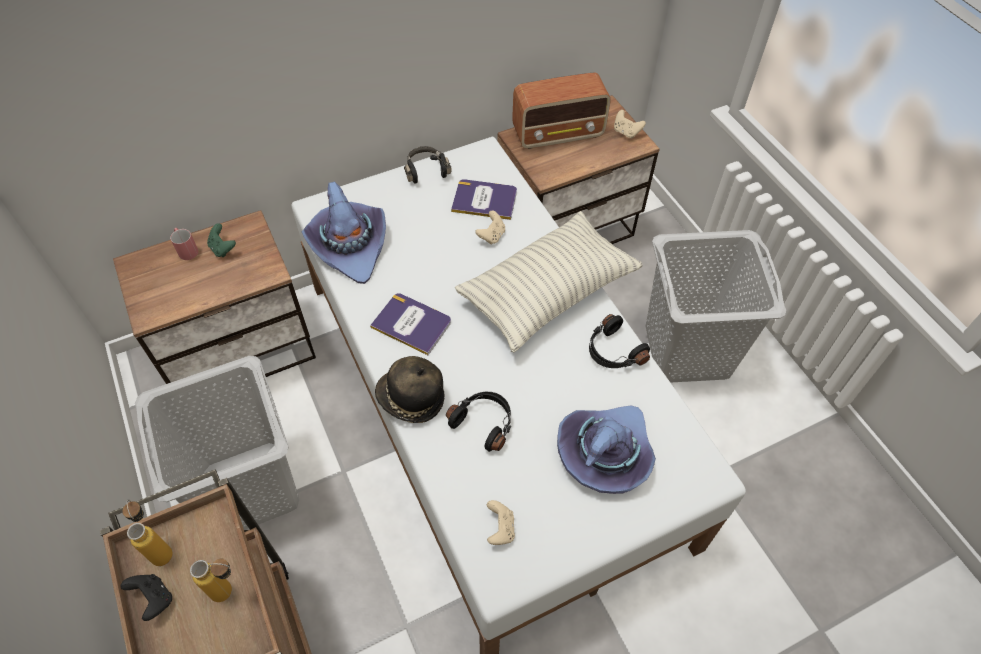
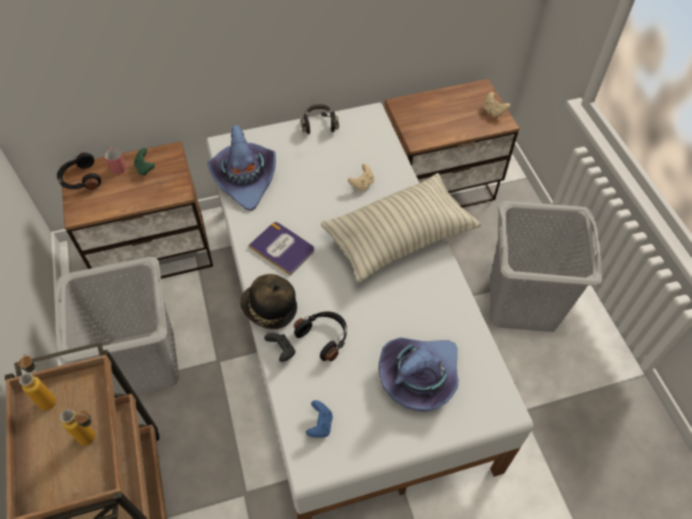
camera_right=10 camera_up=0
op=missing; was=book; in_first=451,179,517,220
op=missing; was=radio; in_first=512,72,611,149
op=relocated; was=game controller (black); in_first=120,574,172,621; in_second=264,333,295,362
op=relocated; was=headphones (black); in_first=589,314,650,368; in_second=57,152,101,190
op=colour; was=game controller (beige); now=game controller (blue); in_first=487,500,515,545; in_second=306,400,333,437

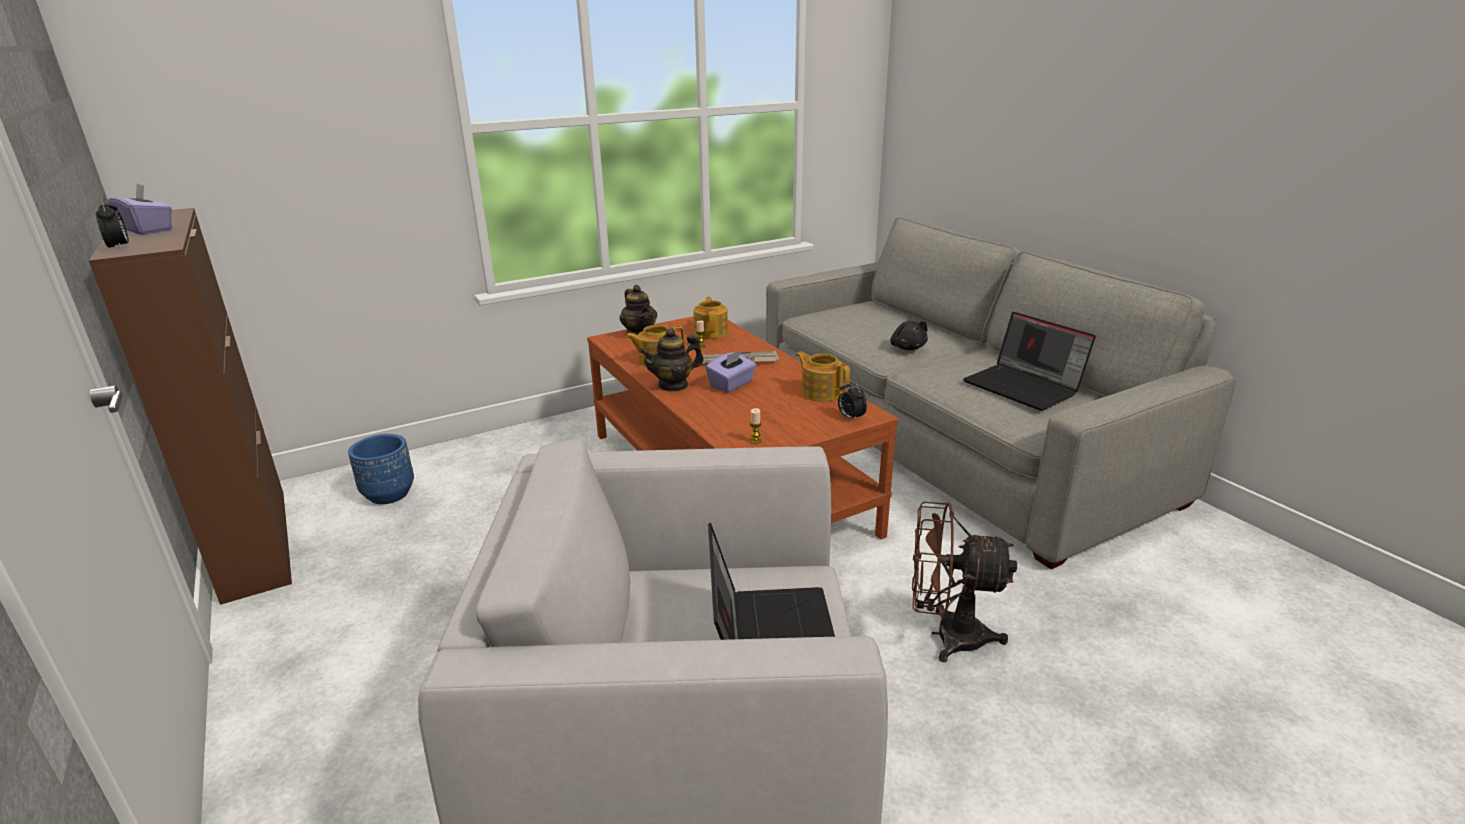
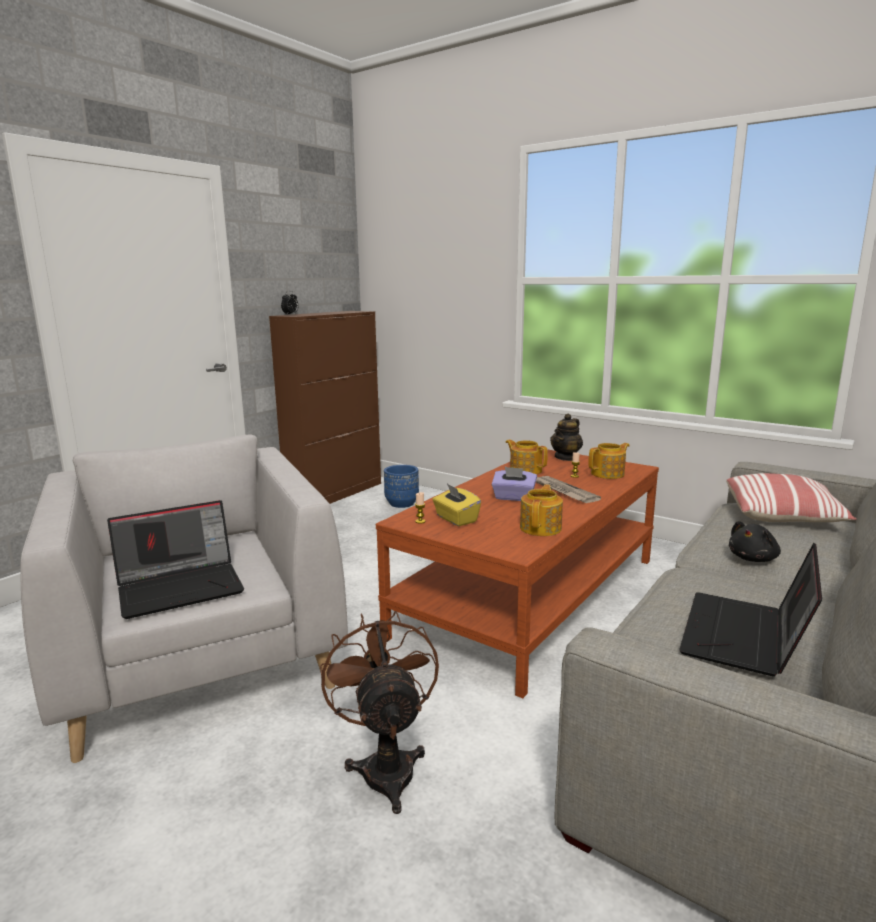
camera_right=65 camera_up=-10
op=missing; was=tissue box (purple); in_first=108,184,172,235
op=missing; was=teapot; in_first=640,328,704,392
op=missing; was=alarm clock; in_first=838,380,867,421
op=appeared; now=tissue box (yellow); in_second=432,484,481,526
op=appeared; now=pillow; in_second=726,473,857,522

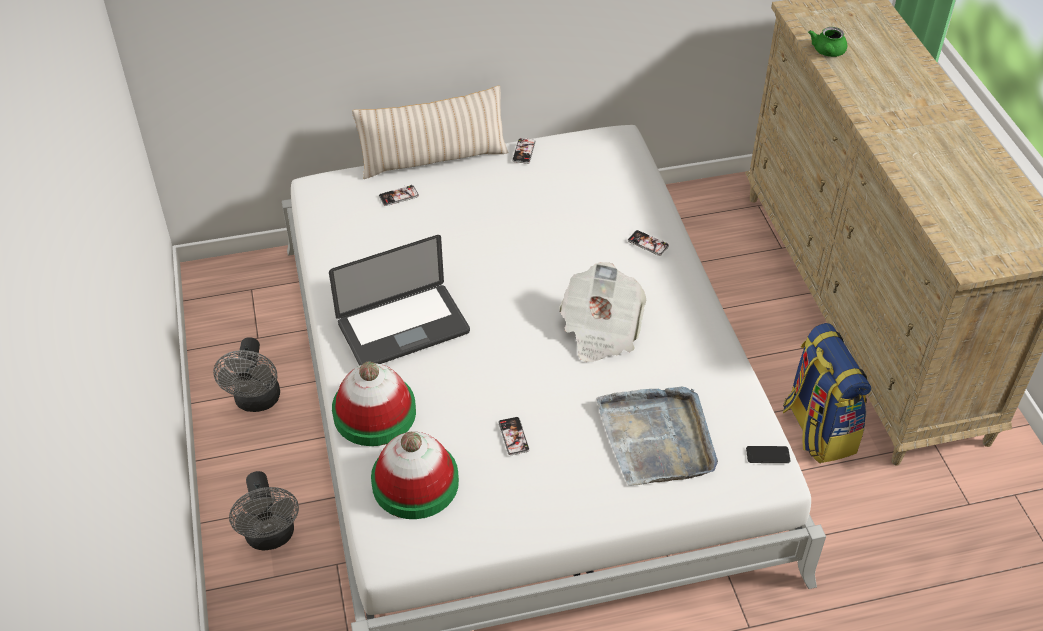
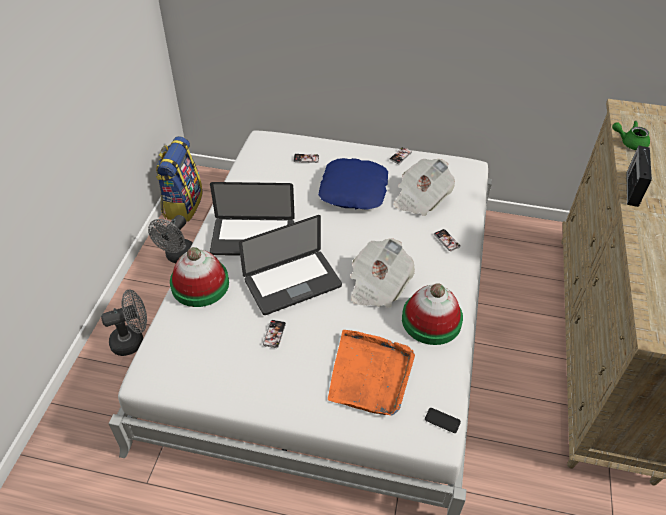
camera_right=25 camera_up=0
op=missing; was=pillow (beige); in_first=352,85,508,179
op=appeared; now=laptop; in_second=239,215,342,315
op=appeared; now=pillow (blue); in_second=318,158,388,210
op=appeared; now=newspaper; in_second=394,159,455,216
op=appeared; now=radio; in_second=626,145,652,207
op=relocated; was=hat; in_first=371,432,459,519; in_second=402,283,463,345
op=relocated; was=backpack; in_first=783,323,871,464; in_second=156,136,203,222
op=colour; was=tray (grey); now=tray (orange); in_first=596,387,718,486; in_second=328,330,415,416
op=spun; was=fan (grey); in_first=229,471,299,551; in_second=101,290,147,356; clockwise=-120
op=spun; was=teapot (green); in_first=808,27,847,57; in_second=612,121,650,150; clockwise=60

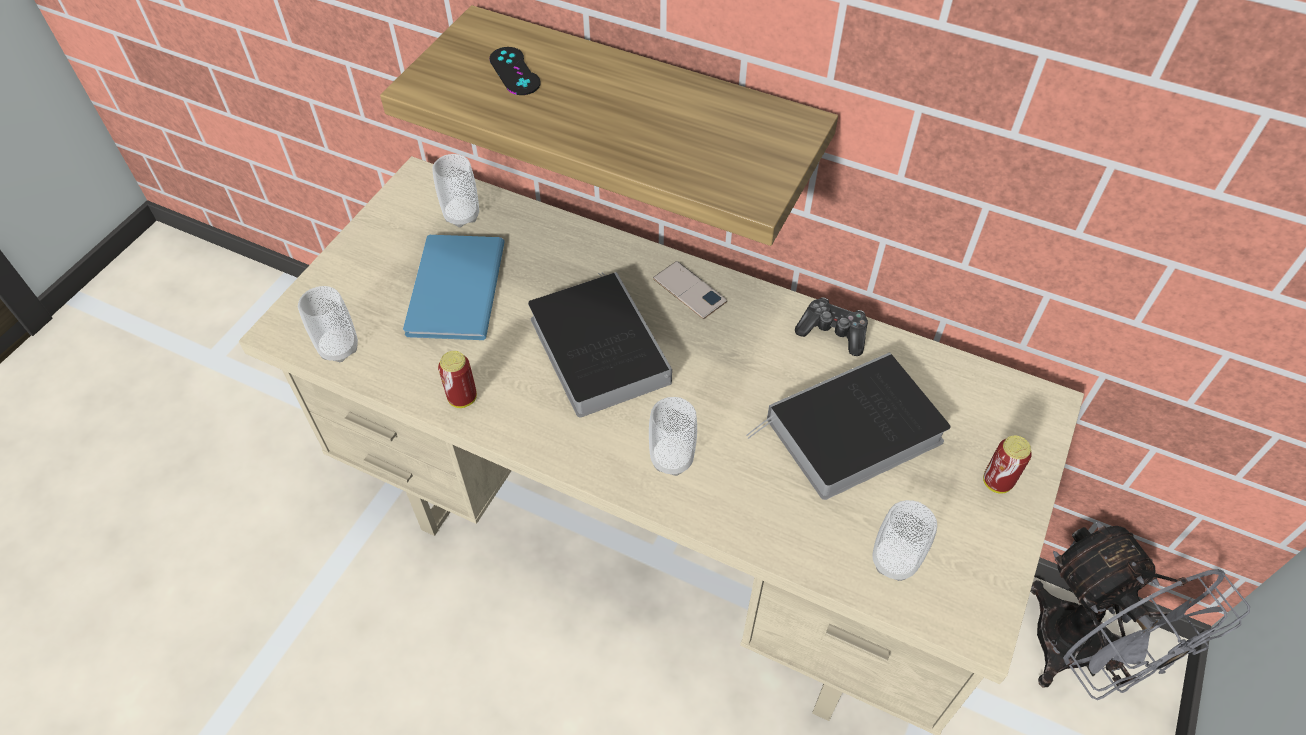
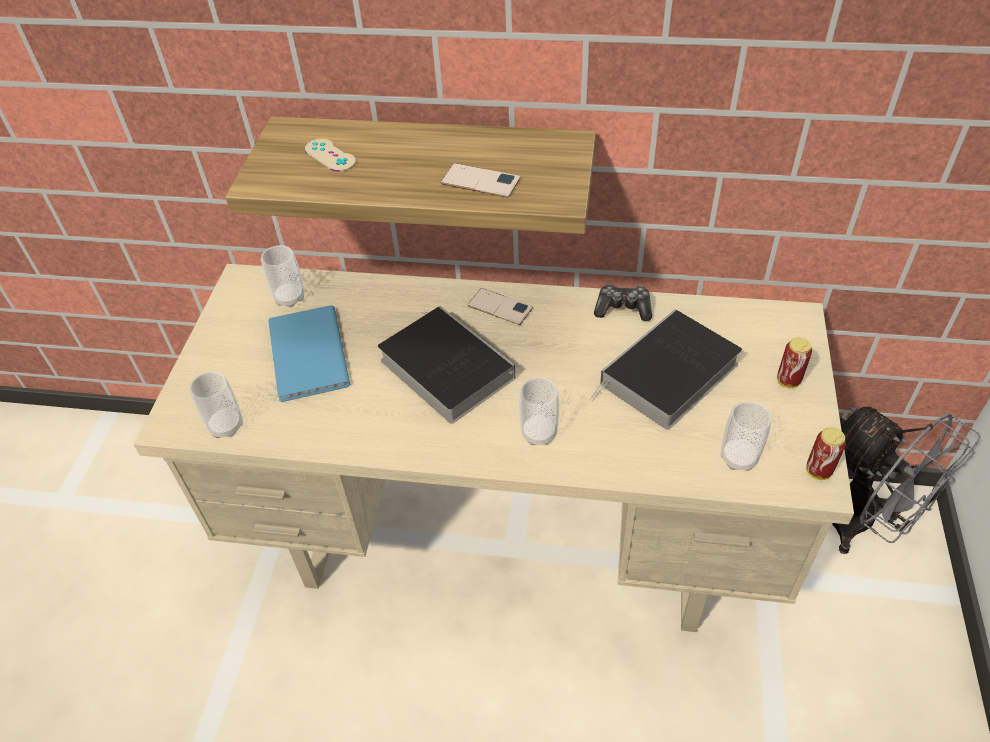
camera_right=-15 camera_up=-5
op=appeared; now=phone; in_second=441,163,521,197
op=relocated; was=can; in_first=438,351,477,408; in_second=806,427,846,480
op=colour; was=game controller (black); now=game controller (beige); in_first=489,47,541,95; in_second=305,139,356,172

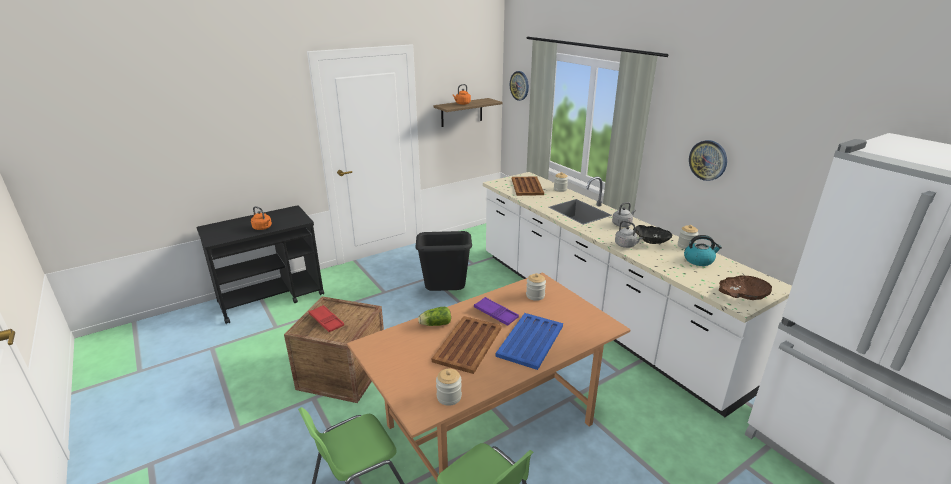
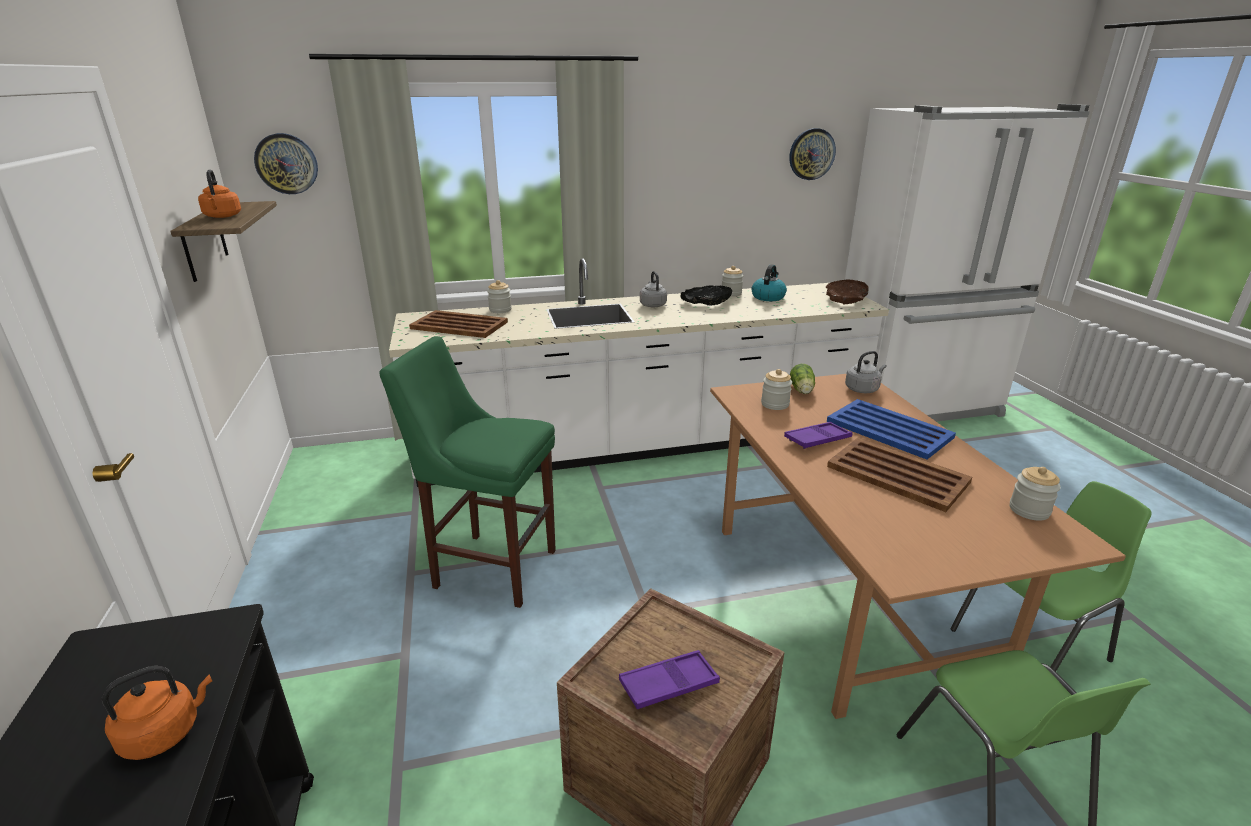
camera_right=-70 camera_up=0
op=relocated; was=lettuce; in_first=418,307,451,326; in_second=790,364,815,394
op=relocated; was=kettle (grey); in_first=615,221,643,248; in_second=845,351,887,393
op=relocated; was=wall clock; in_first=689,140,727,181; in_second=789,128,836,180
op=exchanged; was=trash can (black); now=stool (green); in_first=415,231,472,291; in_second=379,336,556,608
op=colour; was=tray (red); now=tray (purple); in_first=309,305,344,332; in_second=619,650,720,709

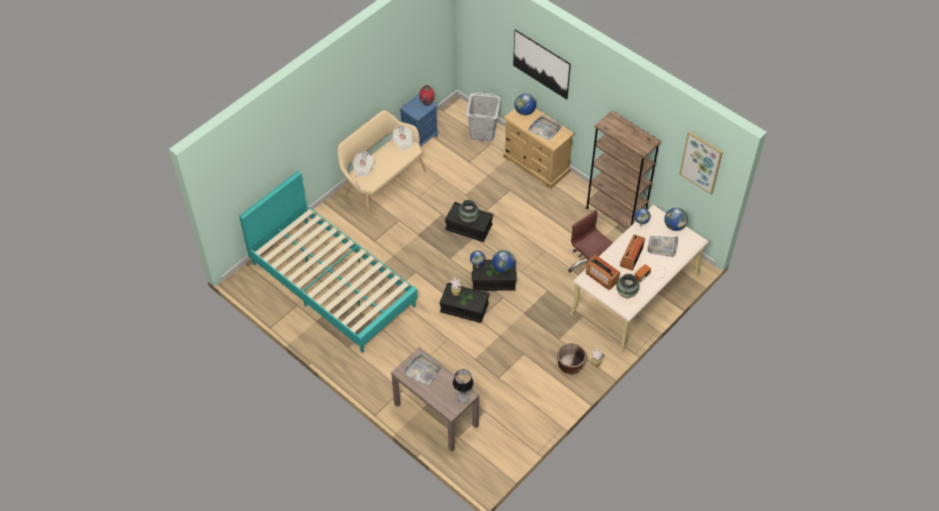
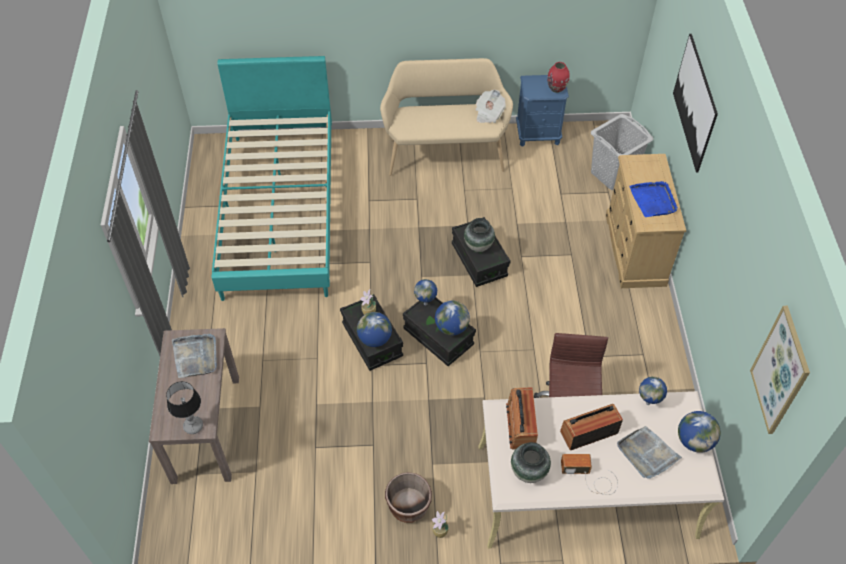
camera_right=45 camera_up=0
op=missing; was=newspaper; in_first=352,151,375,177
op=missing; was=bookcase (brown); in_first=586,111,661,229
op=relocated; was=globe; in_first=514,94,536,115; in_second=357,312,392,347
op=colour; was=tray (grey); now=tray (blue); in_first=528,115,562,140; in_second=629,181,678,217

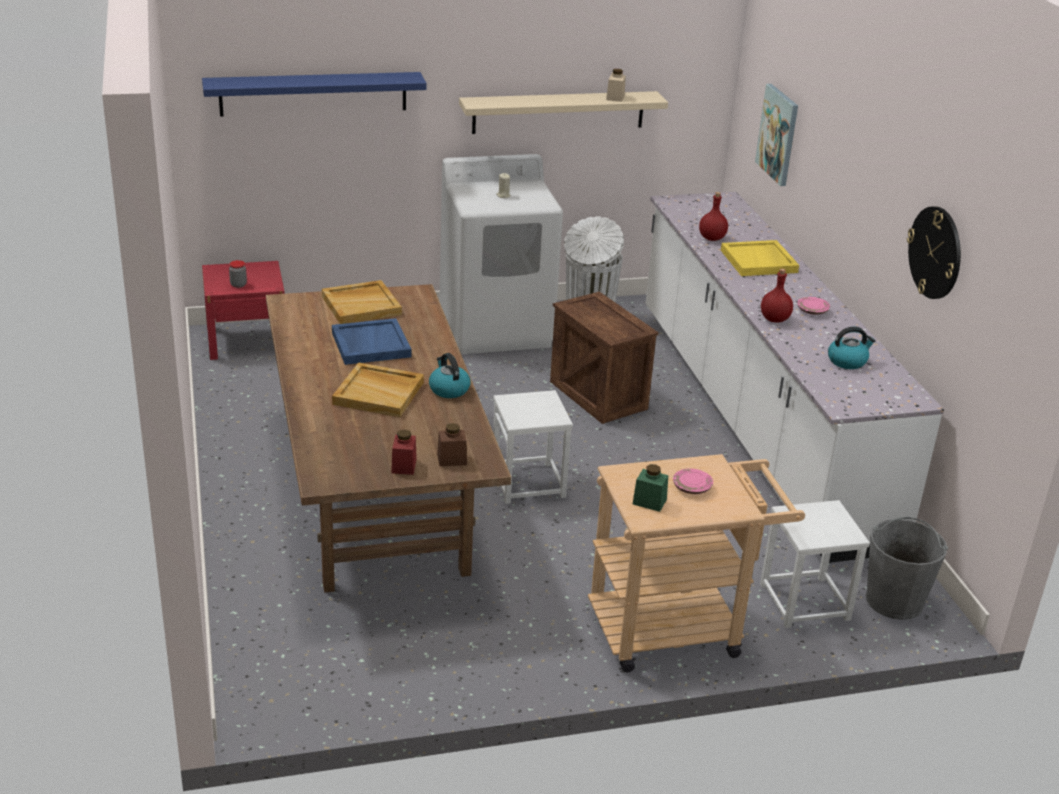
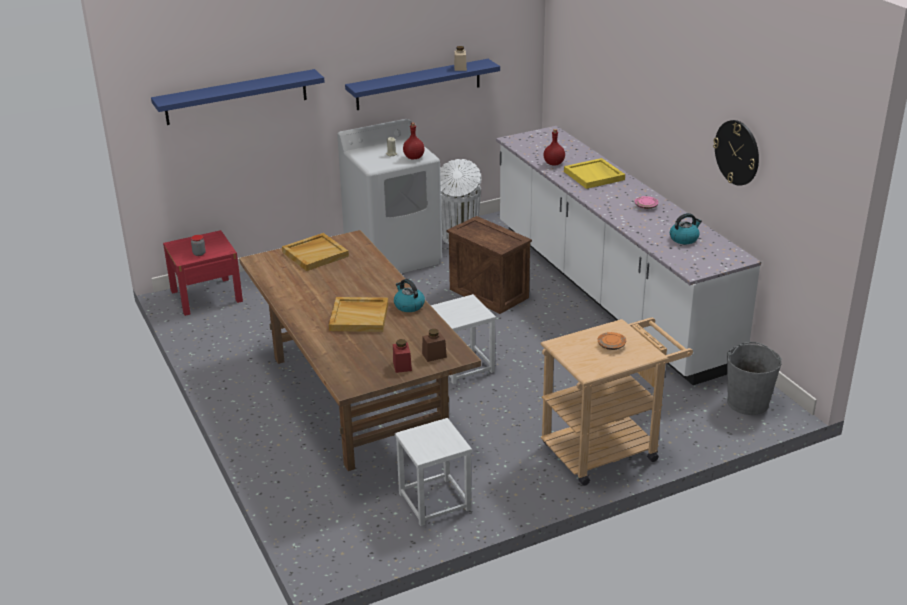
camera_right=-10 camera_up=0
op=missing; was=tray (blue); in_first=332,318,412,365
op=missing; was=jar (green); in_first=633,464,668,512
op=missing; was=picture; in_first=755,84,798,186
op=relocated; was=stool (white); in_first=760,500,870,628; in_second=395,418,472,526
op=relocated; was=bottle (red); in_first=761,269,793,322; in_second=403,122,425,160
op=colour; was=shelf (beige); now=shelf (blue); in_first=459,91,668,134; in_second=345,59,500,110
op=colour; was=plate (pink); now=plate (orange); in_first=673,469,713,494; in_second=597,332,627,350

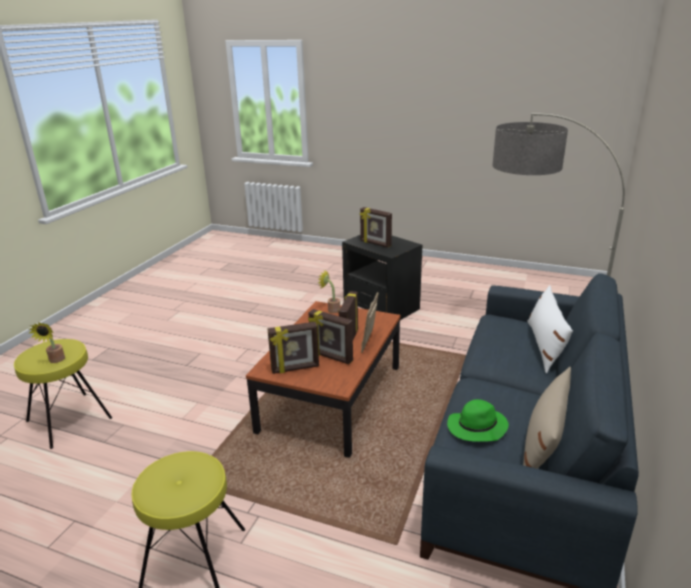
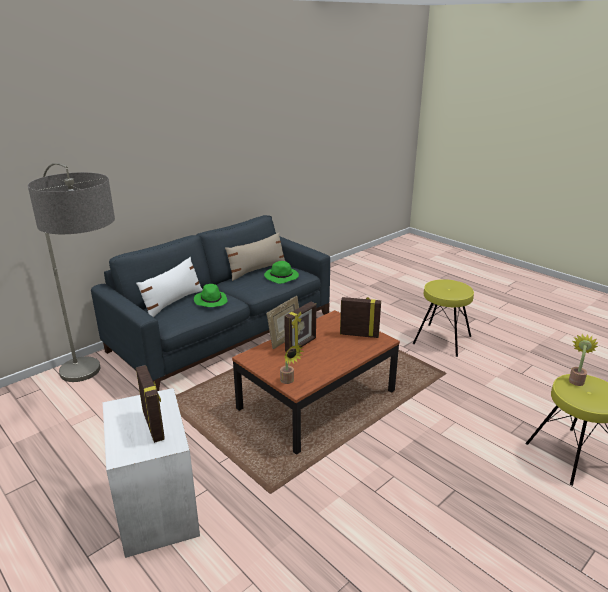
camera_right=-155 camera_up=0
op=missing; was=picture frame; in_first=308,309,353,364
op=appeared; now=hat (green); in_second=194,284,228,307
op=colour; was=side table (black); now=side table (white); in_first=342,235,422,320; in_second=103,388,200,558

